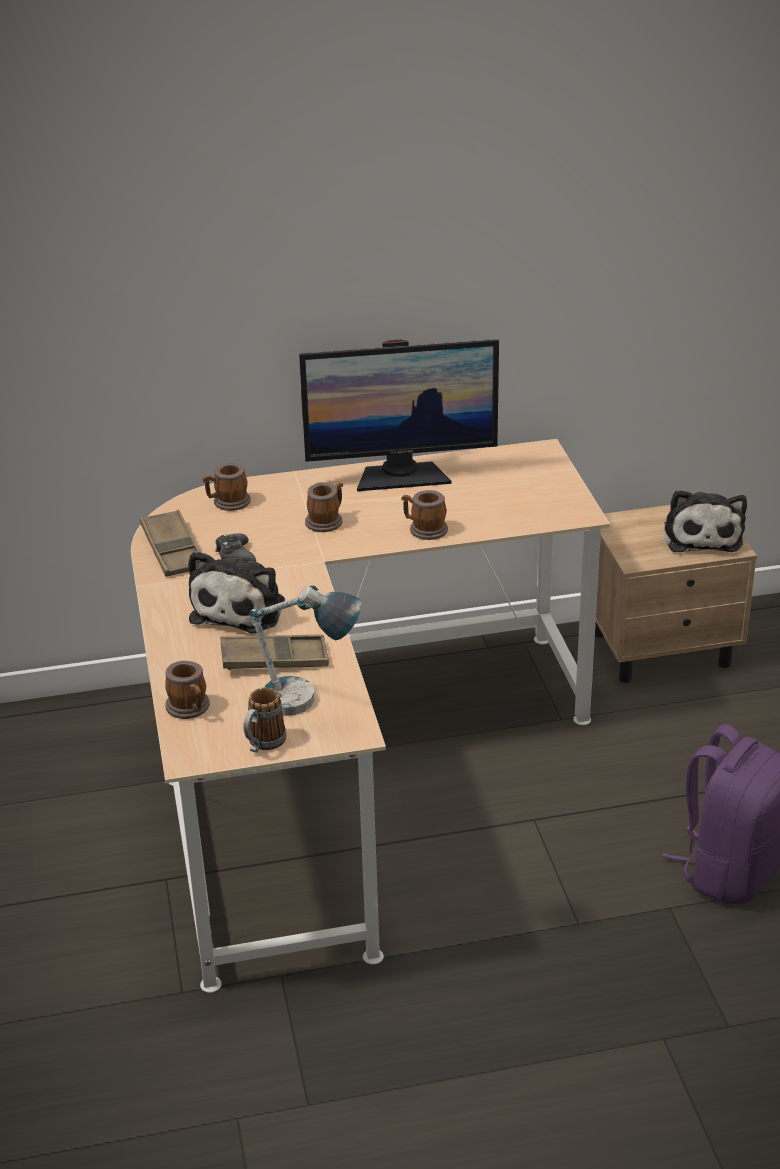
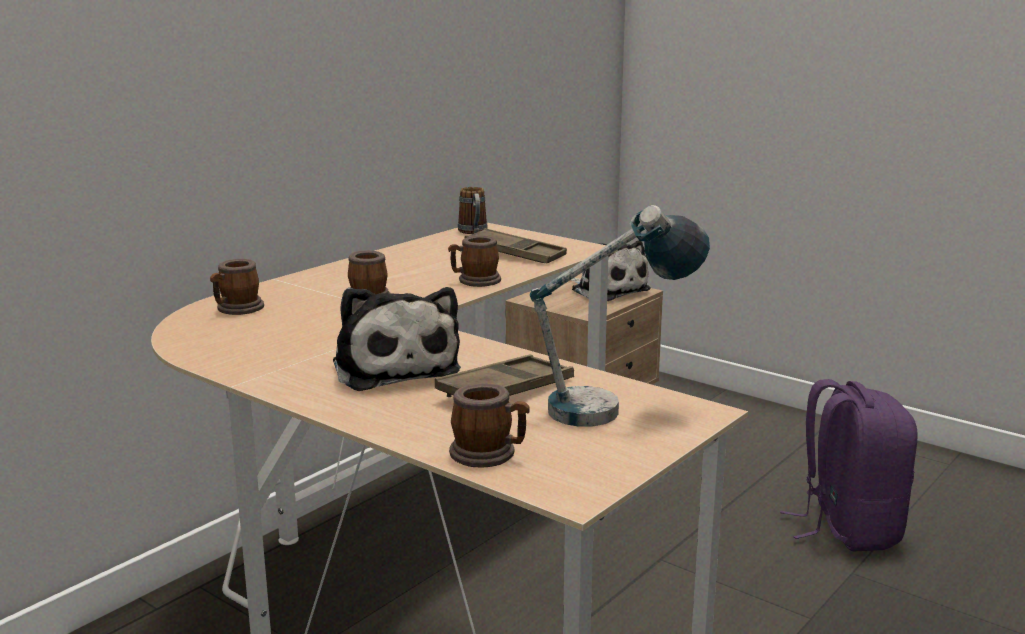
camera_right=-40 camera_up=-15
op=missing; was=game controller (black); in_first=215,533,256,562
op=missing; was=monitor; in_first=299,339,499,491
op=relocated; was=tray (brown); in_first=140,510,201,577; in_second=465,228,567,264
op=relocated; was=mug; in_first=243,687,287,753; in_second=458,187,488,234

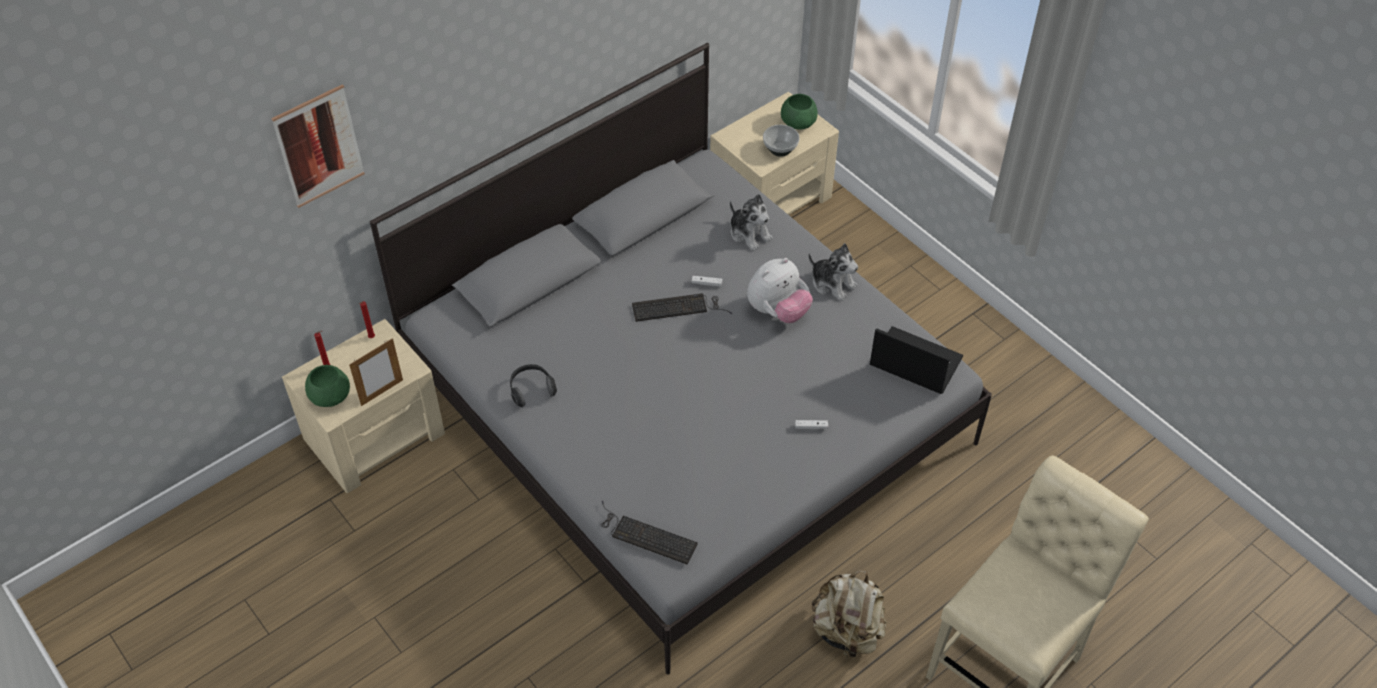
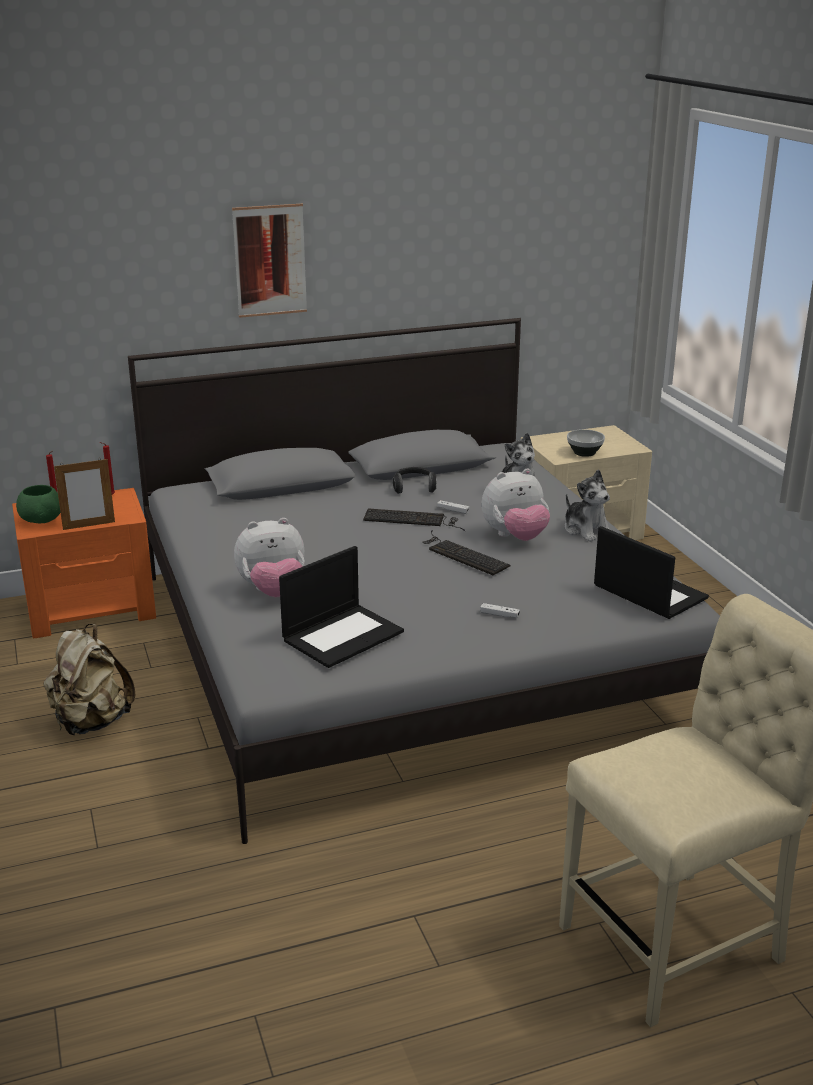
camera_right=20 camera_up=-25
op=missing; was=bowl (green); in_first=781,94,818,129
op=appeared; now=plush toy; in_second=234,518,305,597
op=appeared; now=laptop; in_second=279,546,404,668
op=relocated; was=picture; in_first=271,84,365,208; in_second=232,204,307,318
op=relocated; was=headphones; in_first=510,364,557,407; in_second=392,467,437,494
op=relocated; was=keyboard; in_first=601,501,698,565; in_second=422,530,510,575
op=relocated; was=backpack (beige); in_first=812,570,886,660; in_second=44,624,135,736
op=colour; was=nightstand (beige); now=nightstand (orange); in_first=282,319,445,493; in_second=12,488,156,638

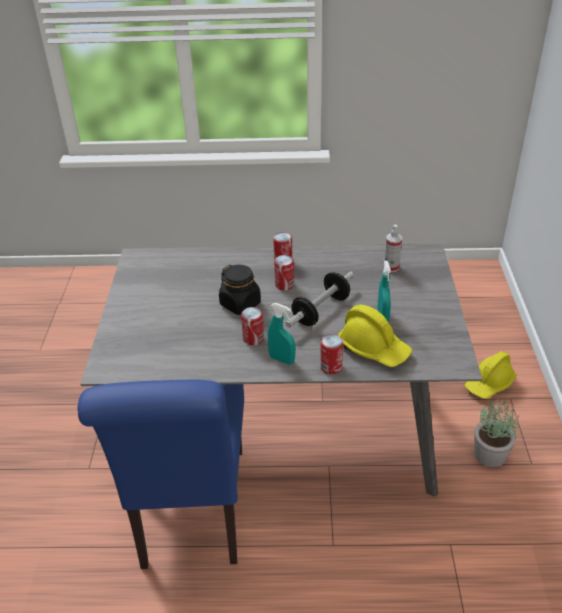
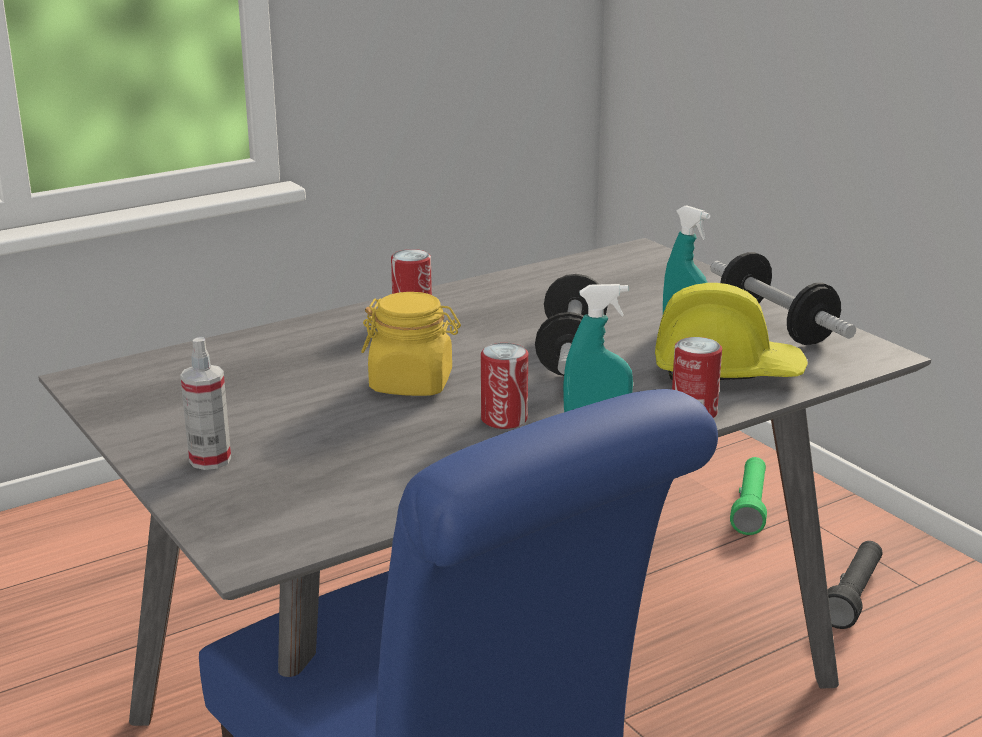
camera_right=-35 camera_up=-15
op=missing; was=can; in_first=274,255,294,290
op=appeared; now=dumbbell; in_second=710,252,856,345
op=relocated; was=spray bottle; in_first=384,225,402,272; in_second=180,337,231,470
op=exchanged; was=hard hat (yellow); now=flashlight (green); in_first=465,351,516,399; in_second=730,457,767,535
op=exchanged; was=potted plant; now=flashlight (black); in_first=474,398,519,467; in_second=827,541,882,629
op=colour; was=jar (black); now=jar (yellow); in_first=219,265,261,315; in_second=361,292,461,396

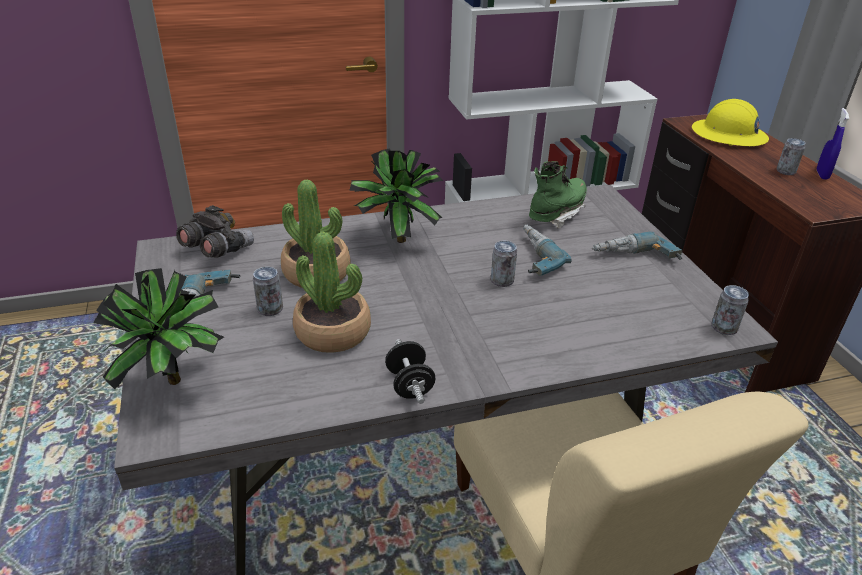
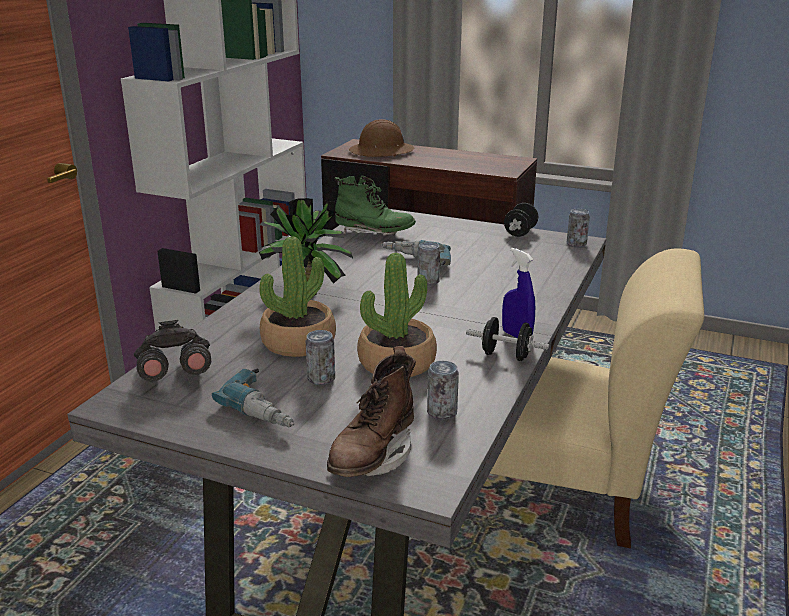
camera_right=-50 camera_up=-10
op=missing; was=power drill; in_first=592,232,682,260
op=appeared; now=dumbbell (black); in_second=504,203,538,237
op=relocated; was=can; in_first=776,138,806,175; in_second=427,361,459,420
op=relocated; was=spray bottle (blue); in_first=817,108,849,180; in_second=502,248,535,338
op=exchanged; was=potted plant; now=boot (brown); in_first=93,268,224,389; in_second=327,346,416,477
op=colour; was=hard hat (yellow); now=hard hat (brown); in_first=692,99,769,146; in_second=349,119,414,157
op=spun; was=boot (green); in_first=529,161,587,229; in_second=335,176,416,236; clockwise=120

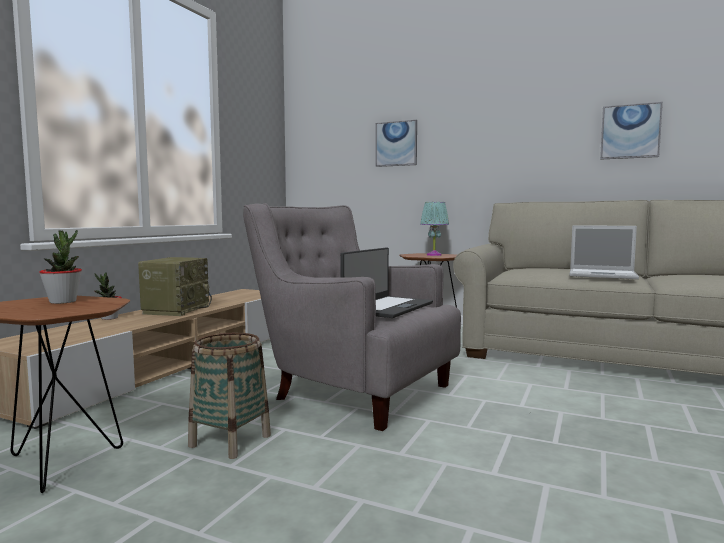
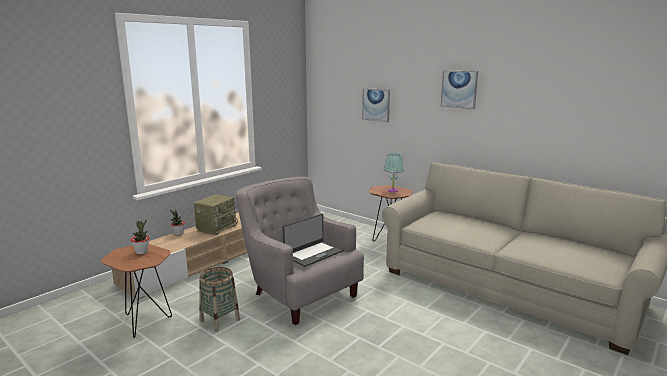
camera_right=15 camera_up=10
op=missing; was=laptop; in_first=570,225,639,279
op=relocated; was=picture; in_first=600,102,663,160; in_second=441,70,478,109

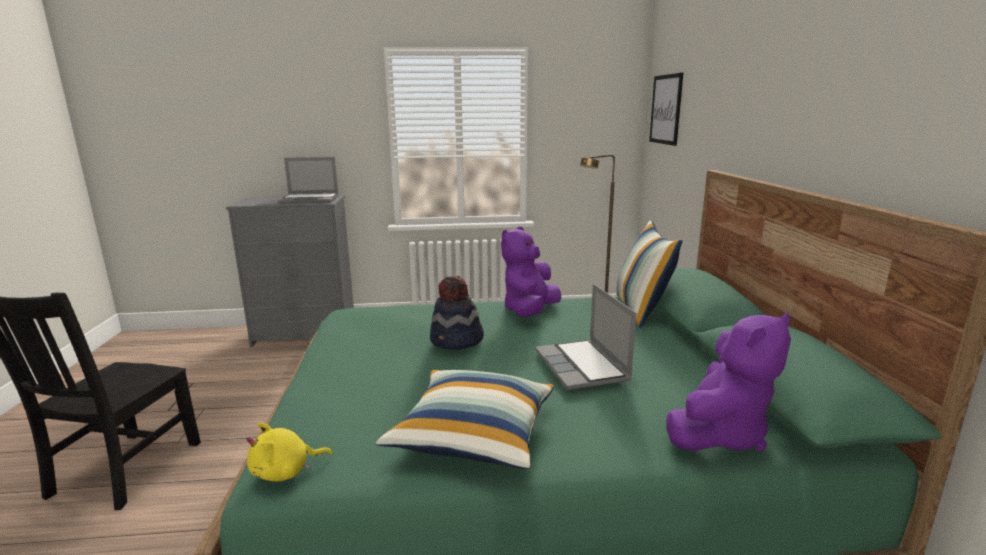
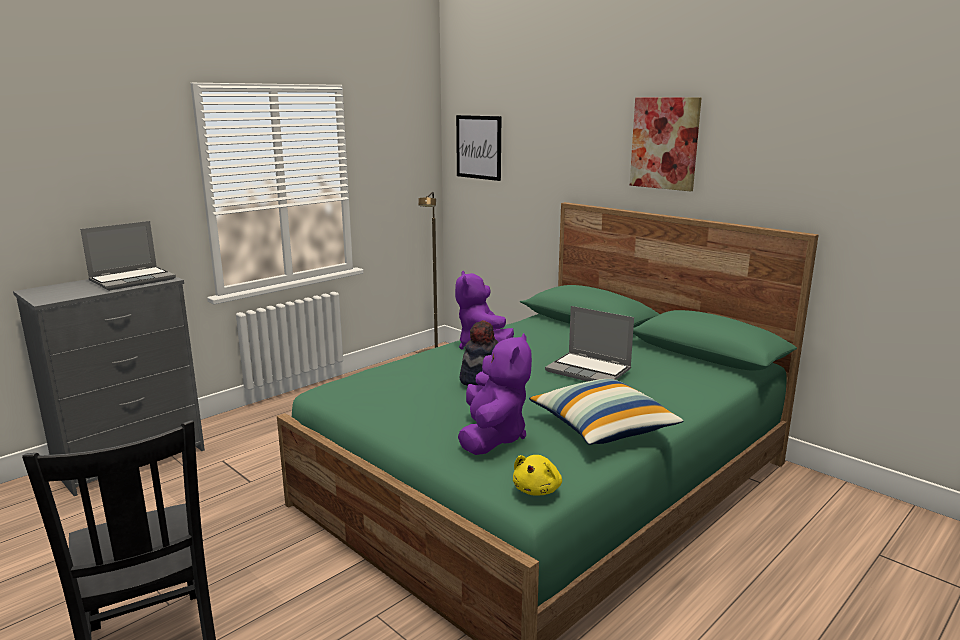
camera_right=-40 camera_up=0
op=missing; was=pillow; in_first=616,220,682,328
op=appeared; now=picture; in_second=630,98,702,191
op=relocated; was=plush toy (purple); in_first=666,313,791,452; in_second=458,333,532,455

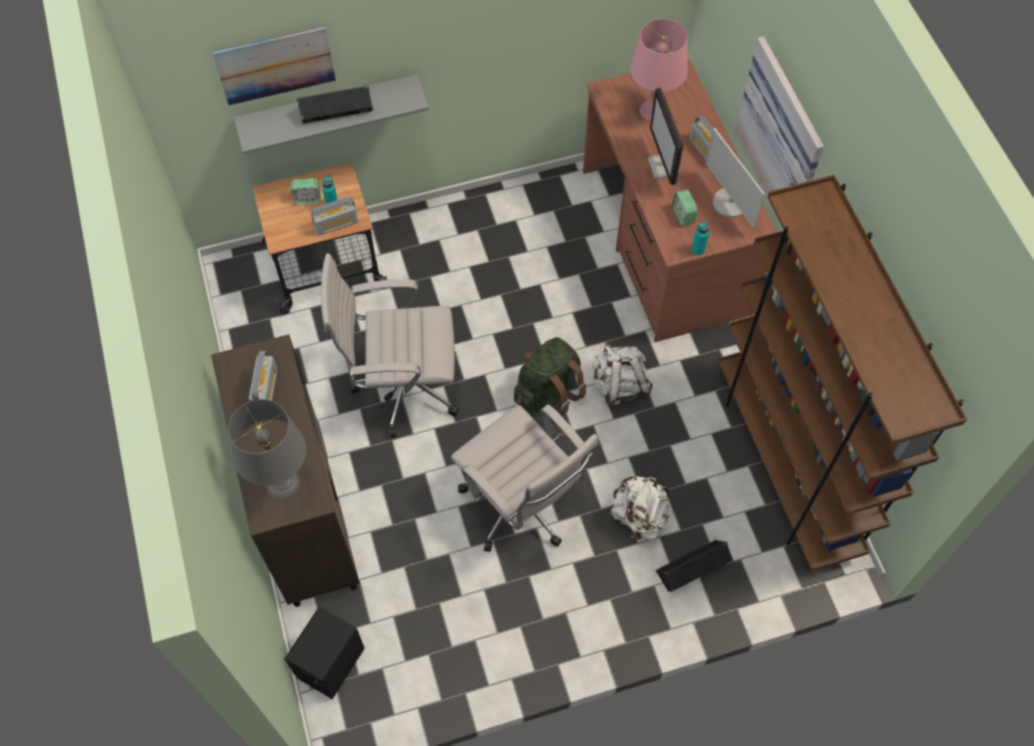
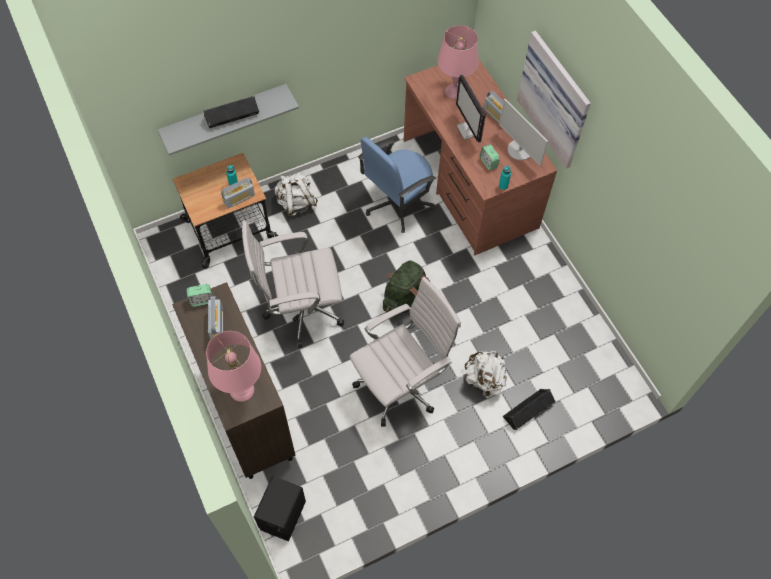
camera_right=-10 camera_up=0
op=missing; was=picture; in_first=212,26,336,105
op=missing; was=bookcase (brown); in_first=718,175,967,571
op=appeared; now=office chair (blue); in_second=358,137,436,233
op=relocated; was=alarm clock; in_first=291,178,321,205; in_second=186,284,213,307
op=relocated; was=backpack (white); in_first=592,343,653,406; in_second=274,172,318,216
op=colour; was=table lamp (grey); now=table lamp (pink); in_first=228,399,306,499; in_second=206,331,261,402
op=spun; was=office chair (white); in_first=451,404,598,552; in_second=350,277,461,426; clockwise=-75

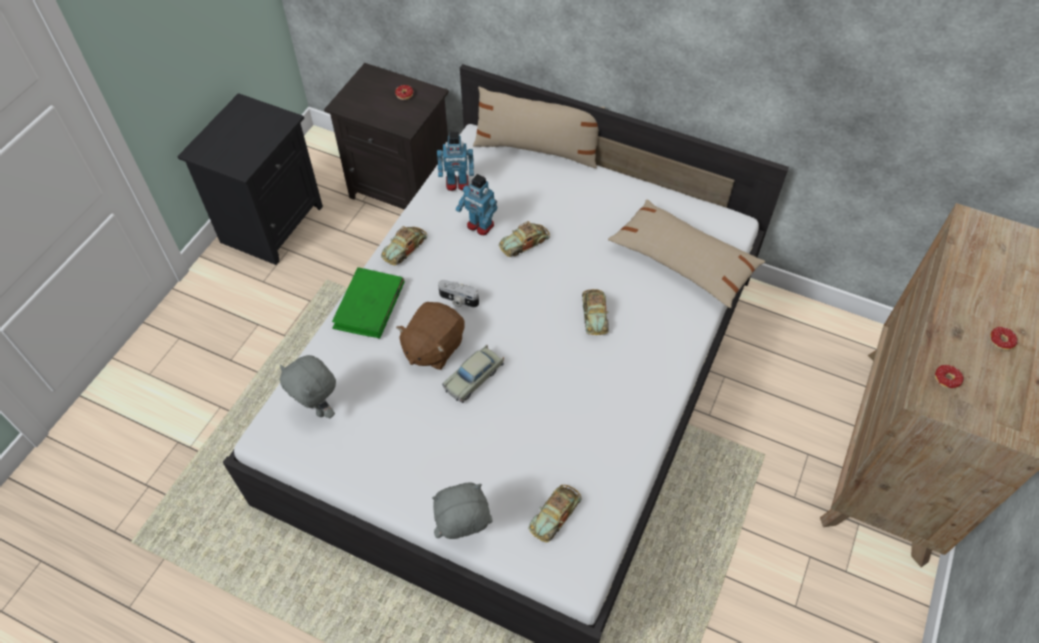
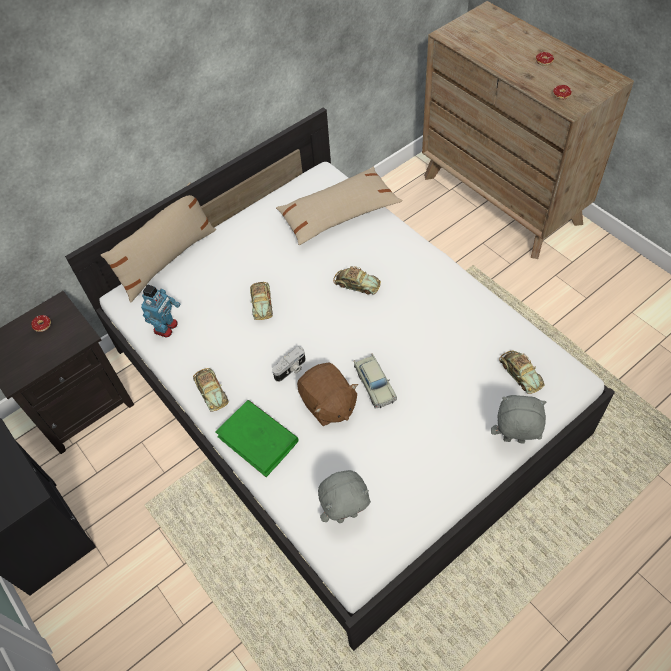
camera_right=-60 camera_up=0
op=missing; was=toy robot; in_first=456,174,497,235
op=spun; was=plush toy (grey); in_first=432,483,493,539; in_second=491,395,546,444; clockwise=90

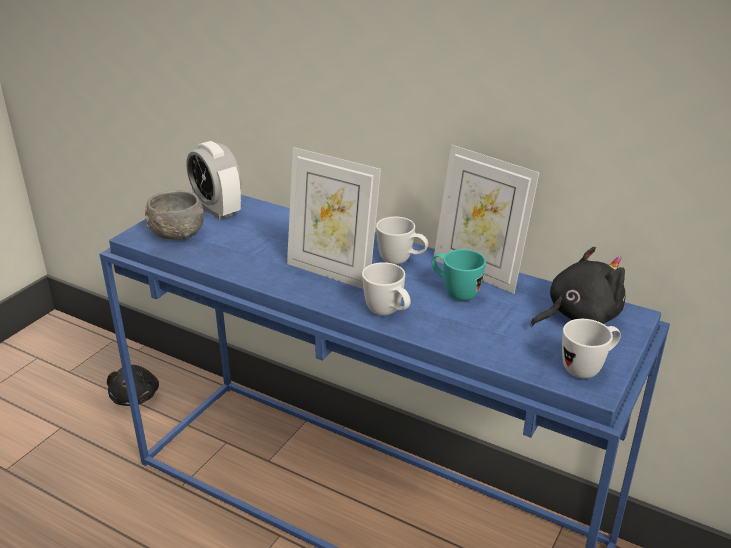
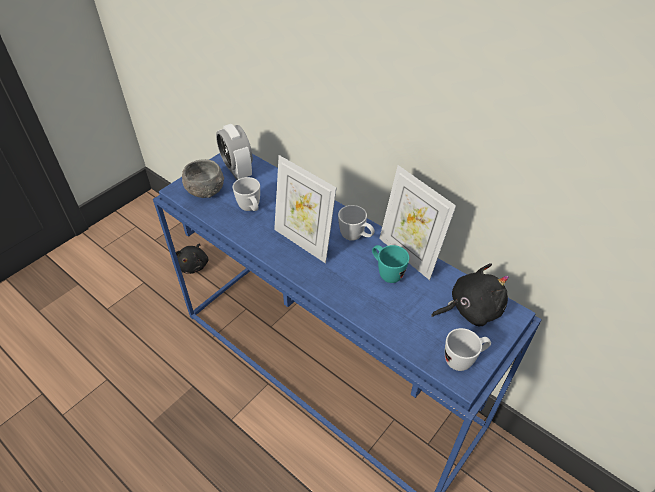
camera_right=10 camera_up=15
op=relocated; was=mug (white); in_first=362,262,411,316; in_second=233,177,260,211

